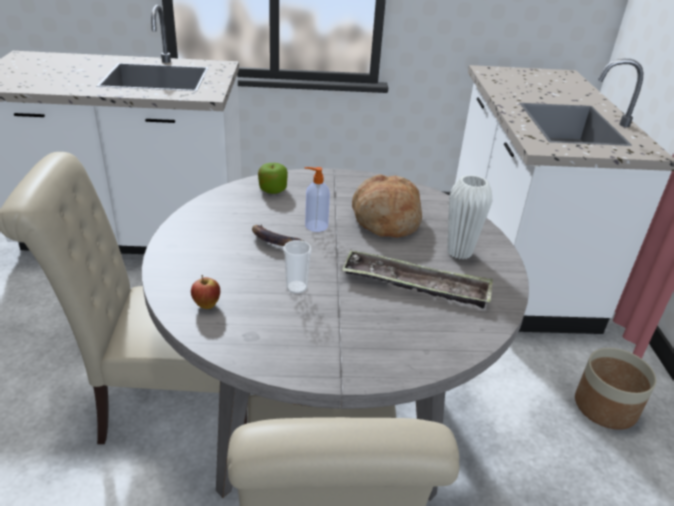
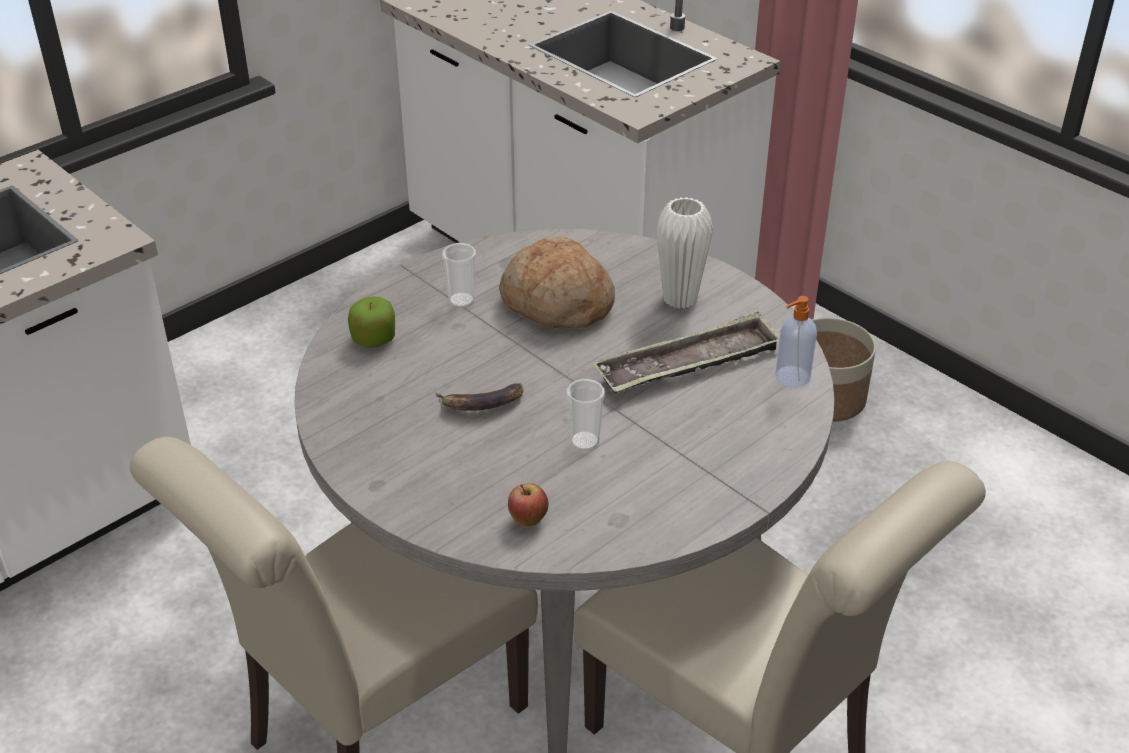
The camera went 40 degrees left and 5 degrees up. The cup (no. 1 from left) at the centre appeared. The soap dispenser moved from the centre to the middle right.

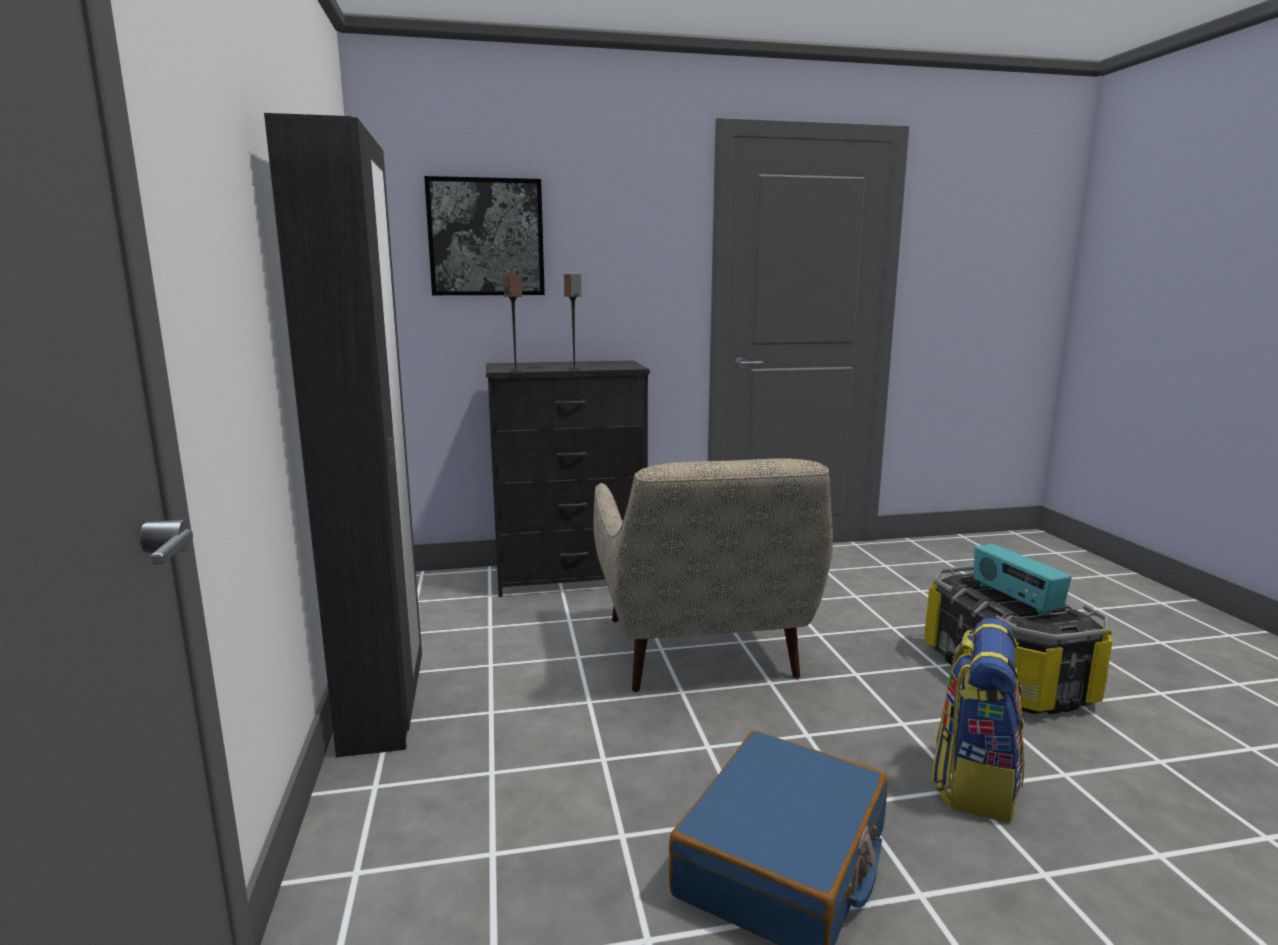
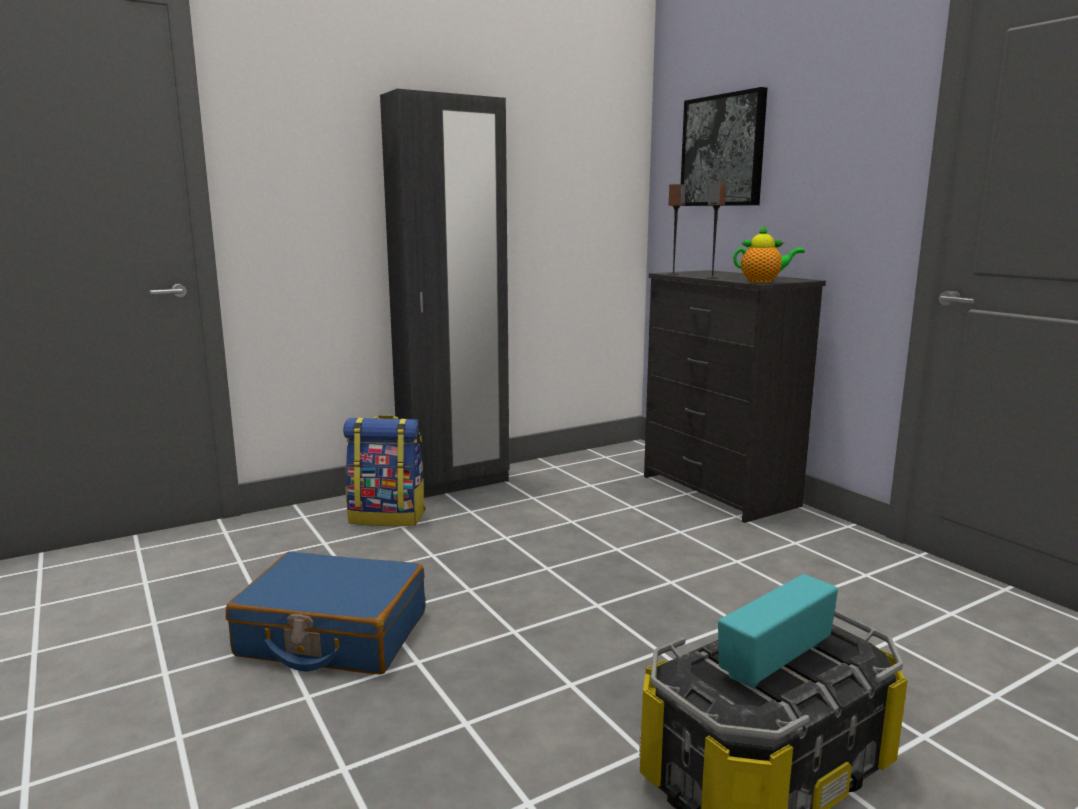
The camera went 70 degrees right and 0 degrees up. The backpack moved from the bottom right to the centre. The teapot at the top right appeared. The beige armchair at the centre disappeared.

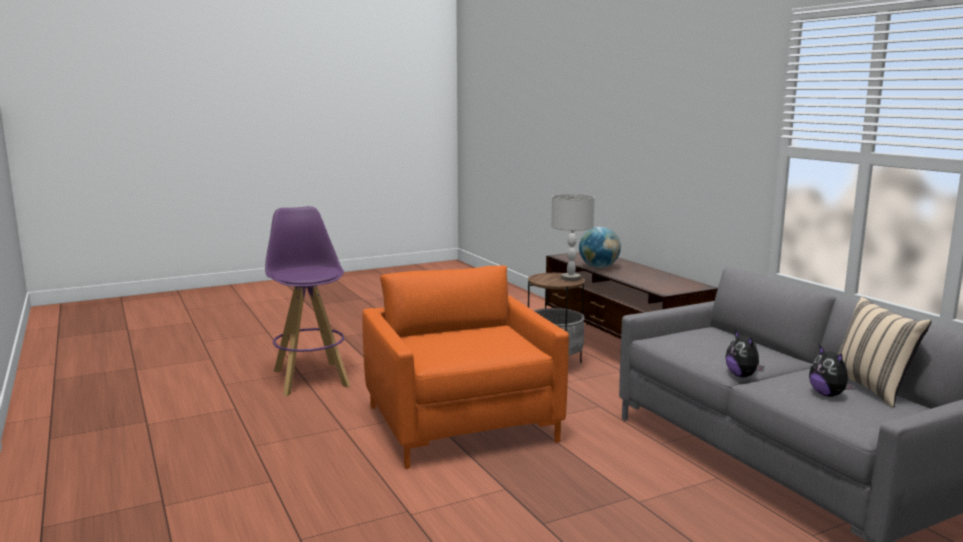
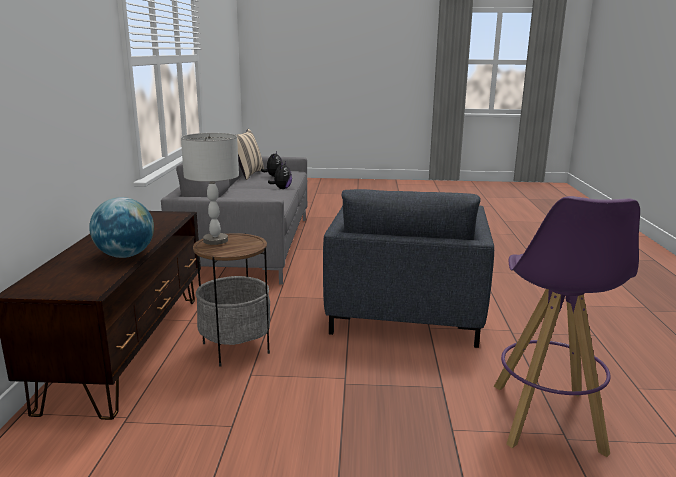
The camera went 150 degrees left and 5 degrees up. The orange armchair at the bottom centre became the grey armchair at the centre.

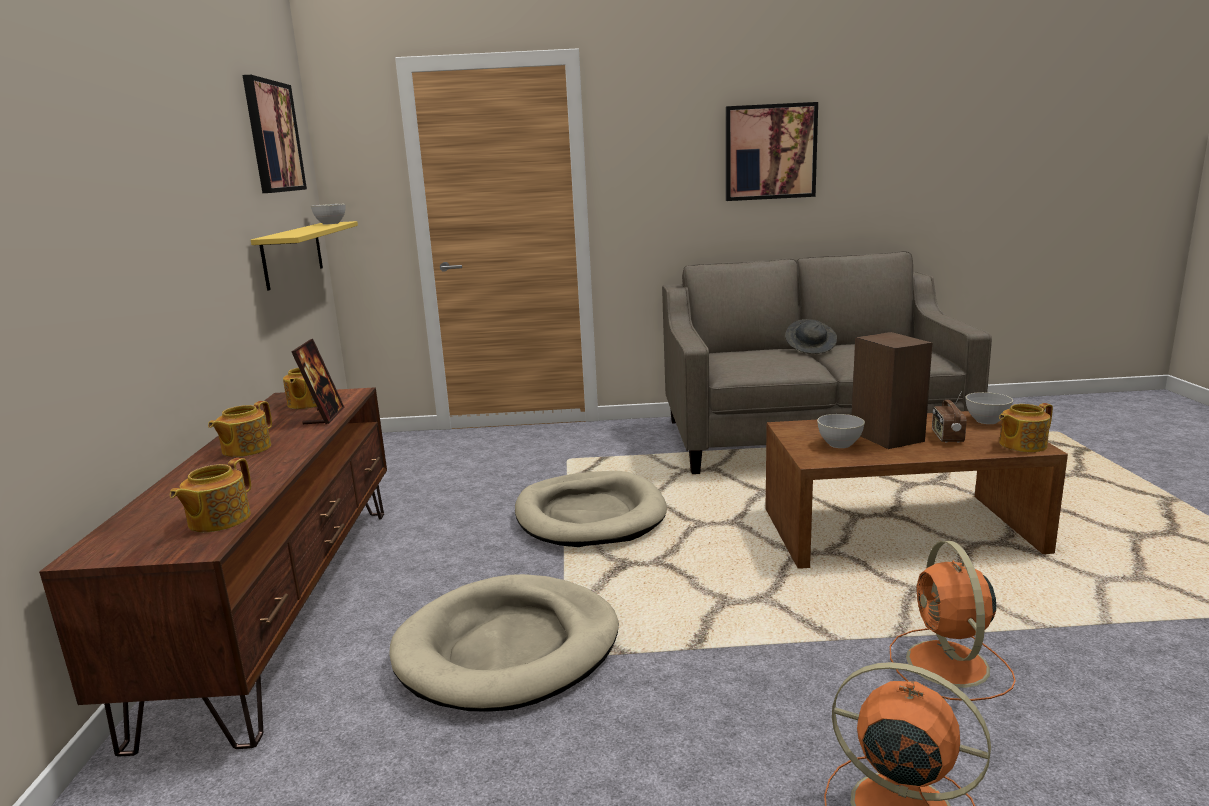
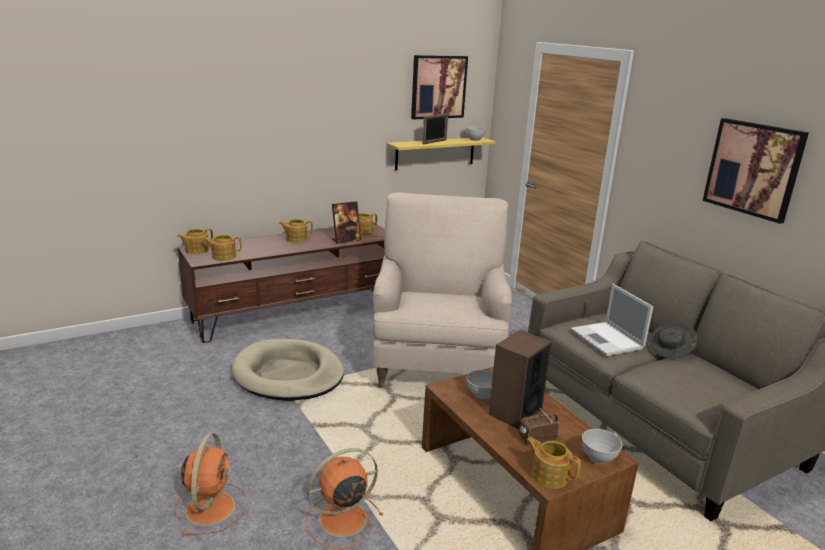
The camera went 60 degrees right and 5 degrees up. The teapot (no. 1 from left) at the middle left appeared. The beige dog bed (no. 2 from left) at the centre was replaced by the beige armchair at the centre. The picture frame (no. 2 from left) at the top centre appeared. The laptop at the middle right appeared.

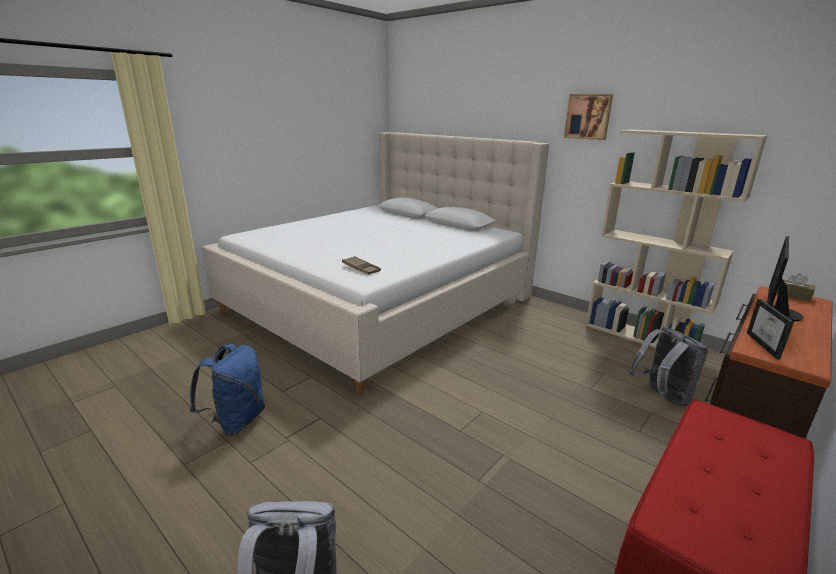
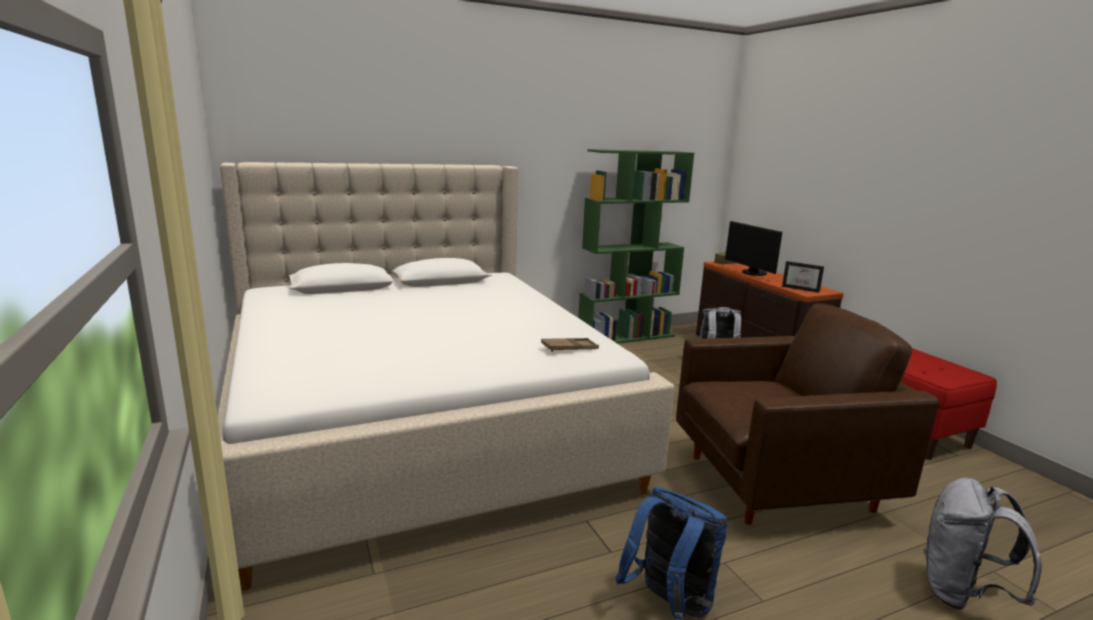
The camera went 65 degrees left and 5 degrees down. The beige bookcase at the middle right became the green bookcase at the centre. The brown armchair at the bottom right appeared. The picture at the top right disappeared.

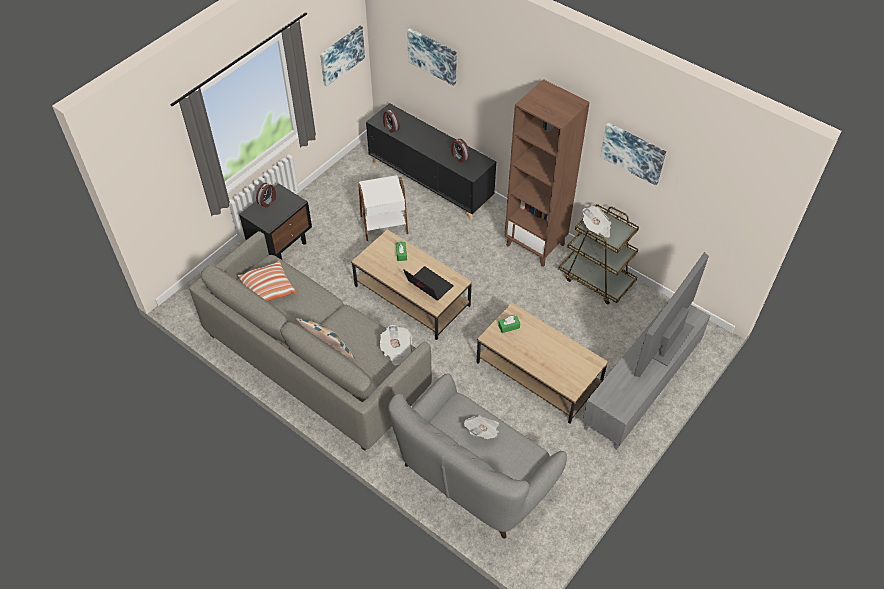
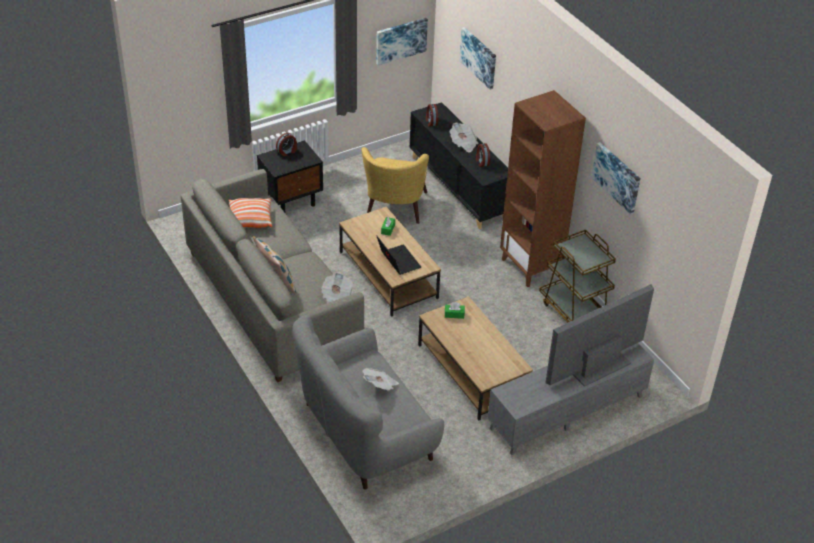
The camera went 20 degrees right and 10 degrees down. The white side table at the centre was replaced by the yellow armchair at the centre. The newspaper (no. 3 from left) moved from the middle right to the top centre.

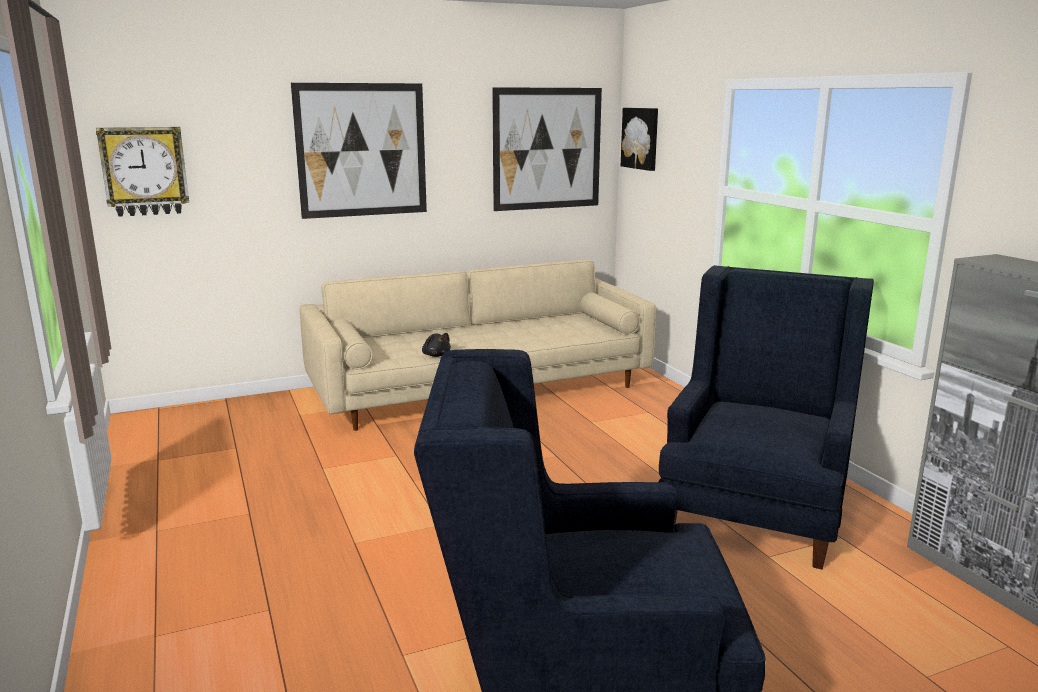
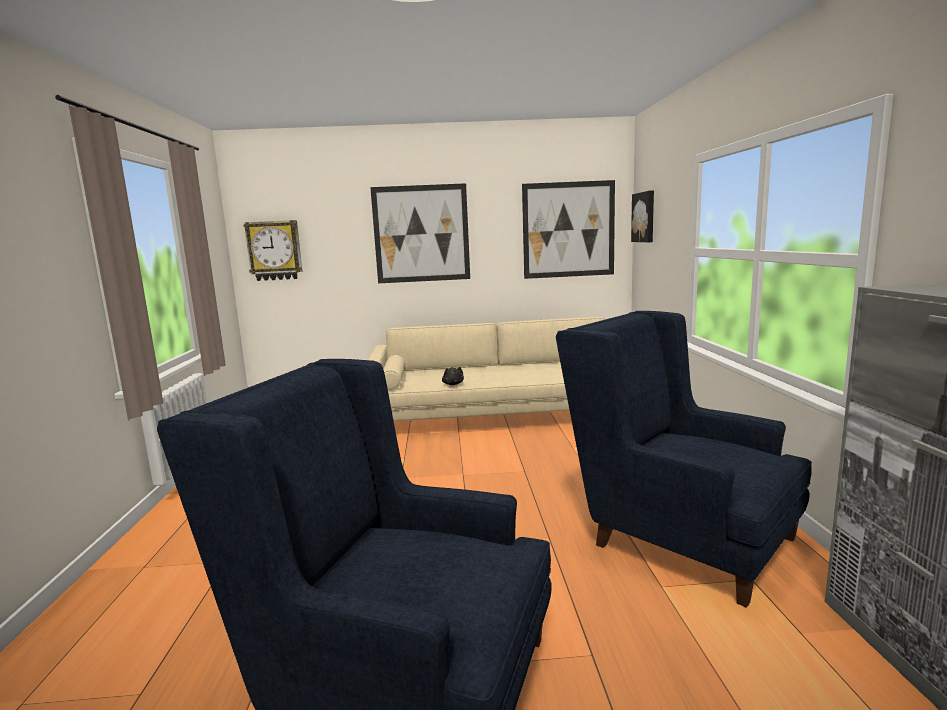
The camera went 20 degrees right and 5 degrees down. The blue armchair (no. 2 from left) at the middle right turned 90 degrees counterclockwise.

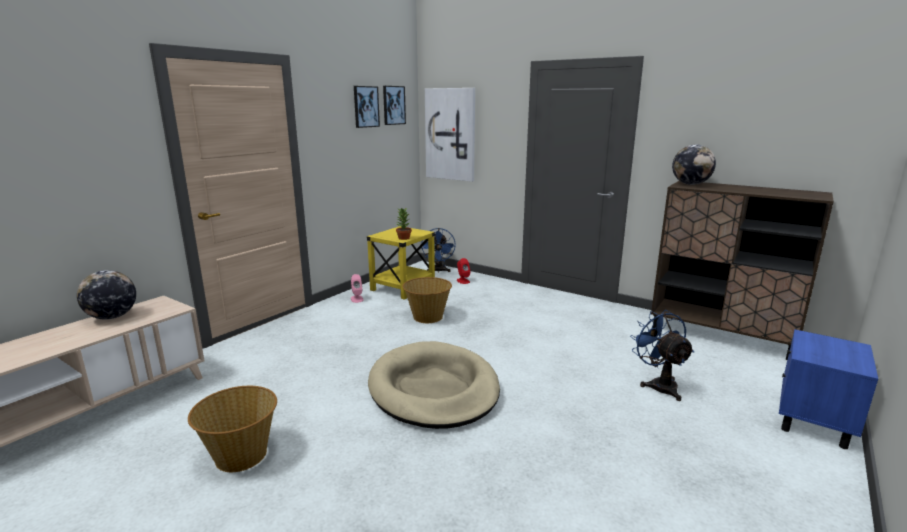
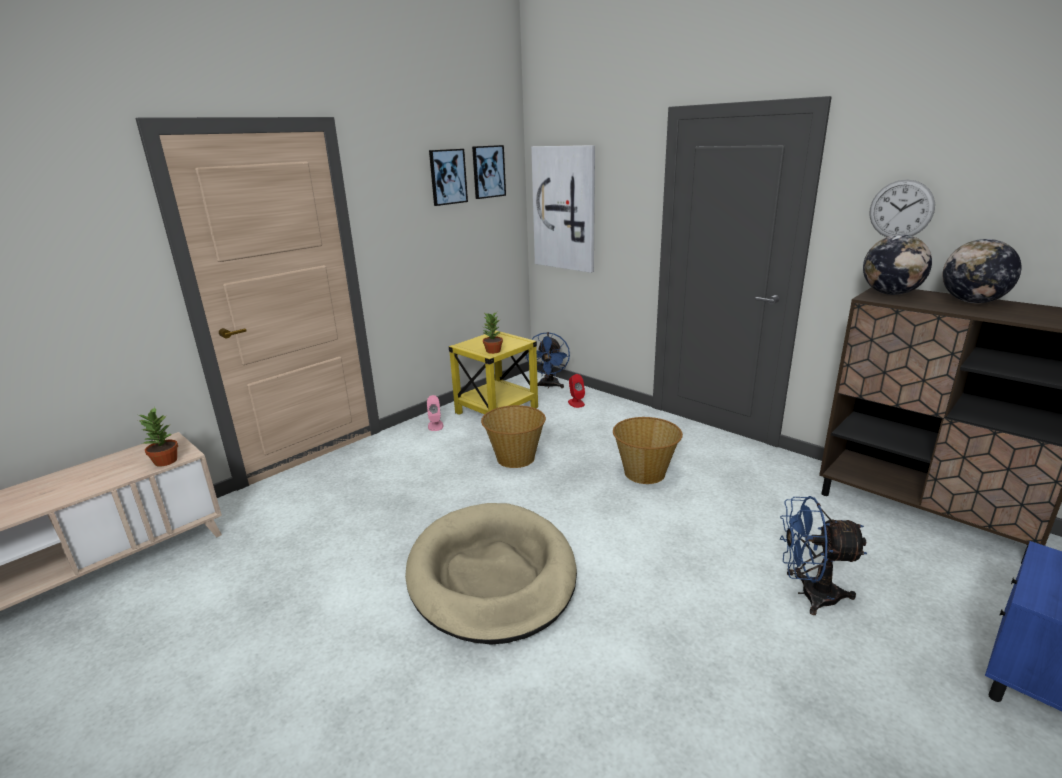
The camera went 10 degrees right and 5 degrees up. The potted plant (no. 1 from left) at the middle left appeared. The basket (no. 1 from left in the first image) moved from the bottom left to the centre. The blue fan (no. 2 from left) at the bottom right turned 75 degrees counterclockwise. The wall clock at the top right appeared. The globe (no. 1 from left in the first image) moved from the middle left to the middle right.

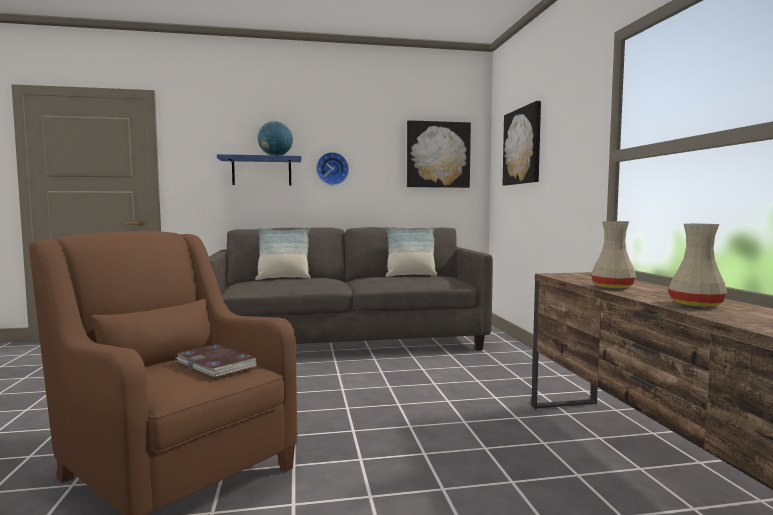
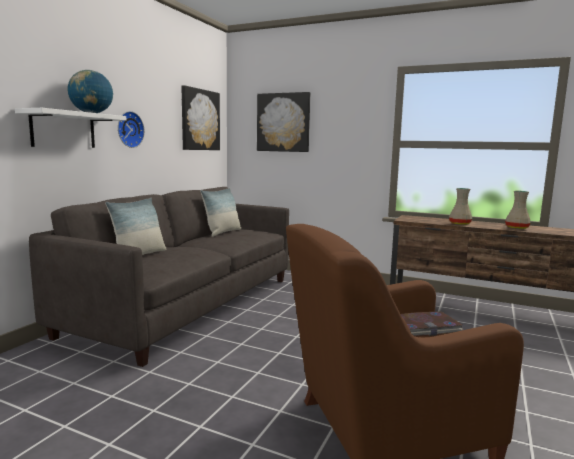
The camera went 55 degrees left and 5 degrees up. The blue shelf at the top centre became the white shelf at the top left.

